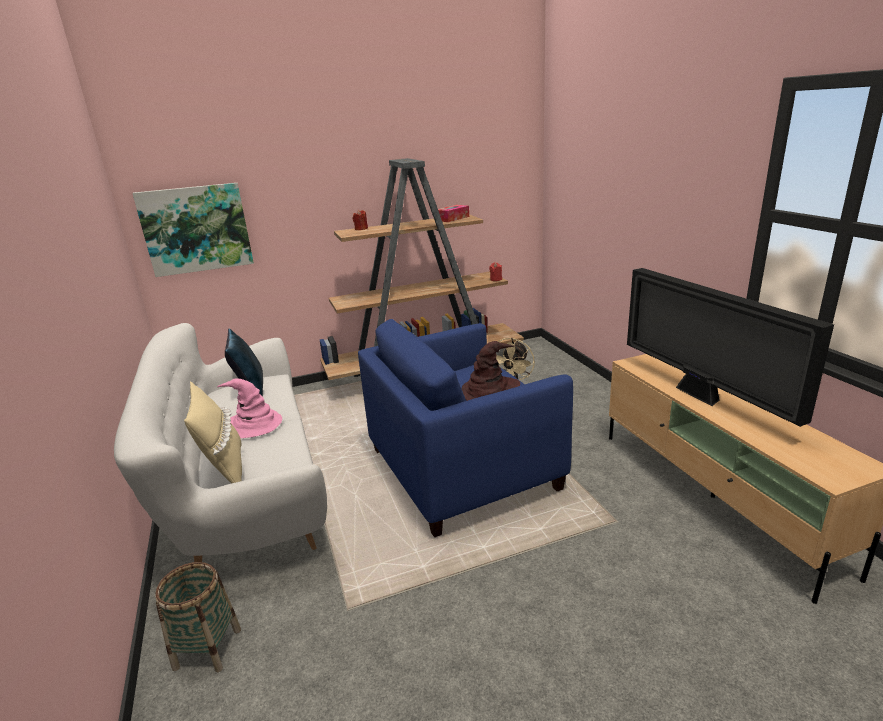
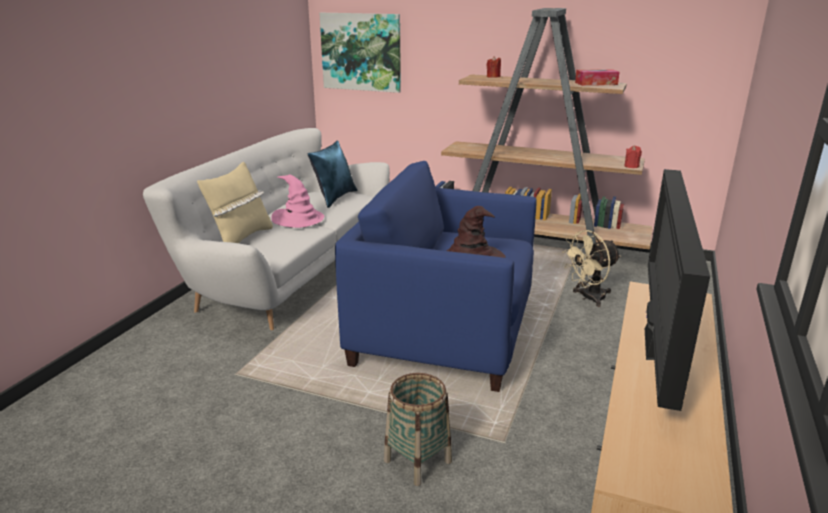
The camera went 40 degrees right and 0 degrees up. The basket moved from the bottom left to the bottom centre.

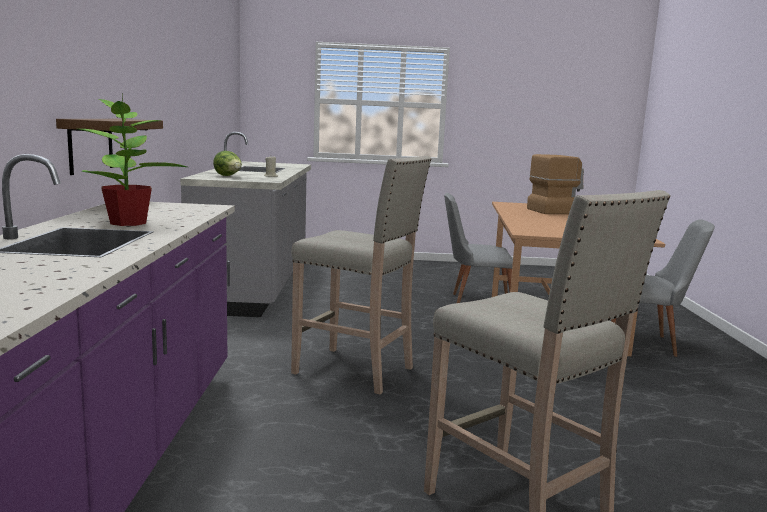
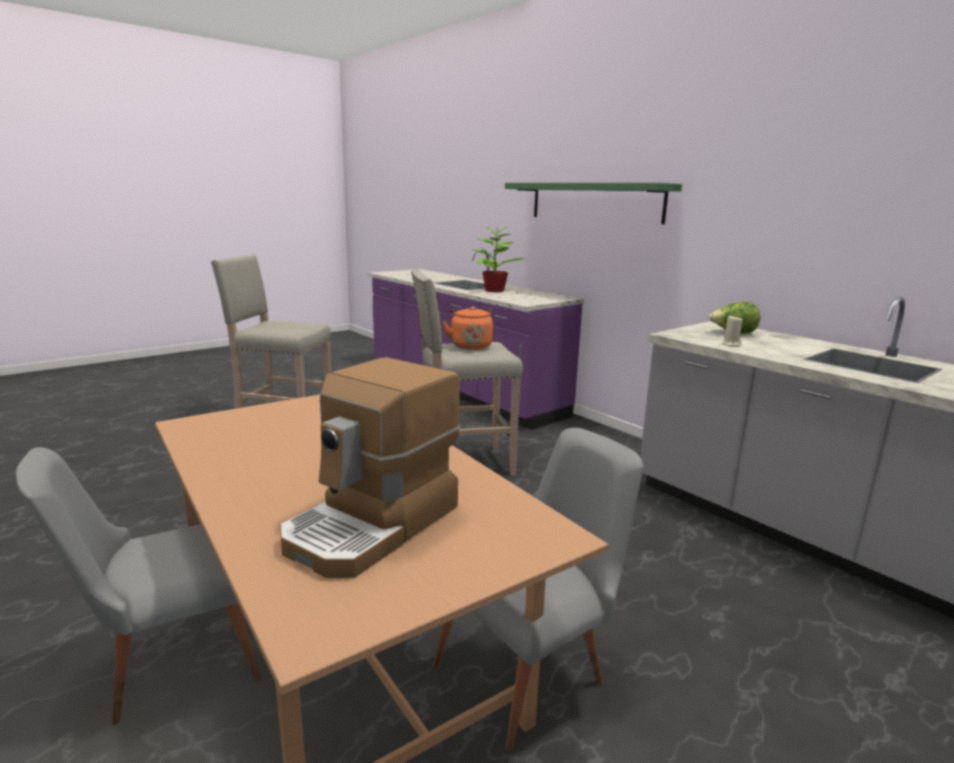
The camera went 140 degrees right and 5 degrees up. The orange kettle at the centre appeared. The green shelf at the top centre appeared. The brown shelf at the top left disappeared.

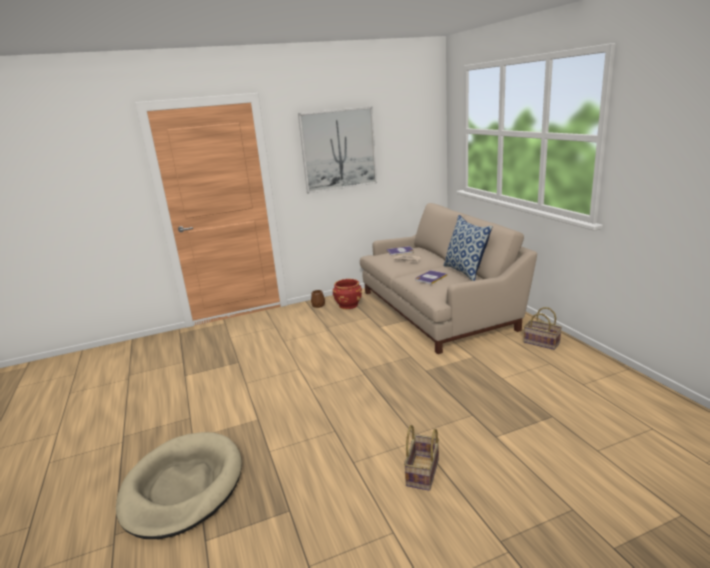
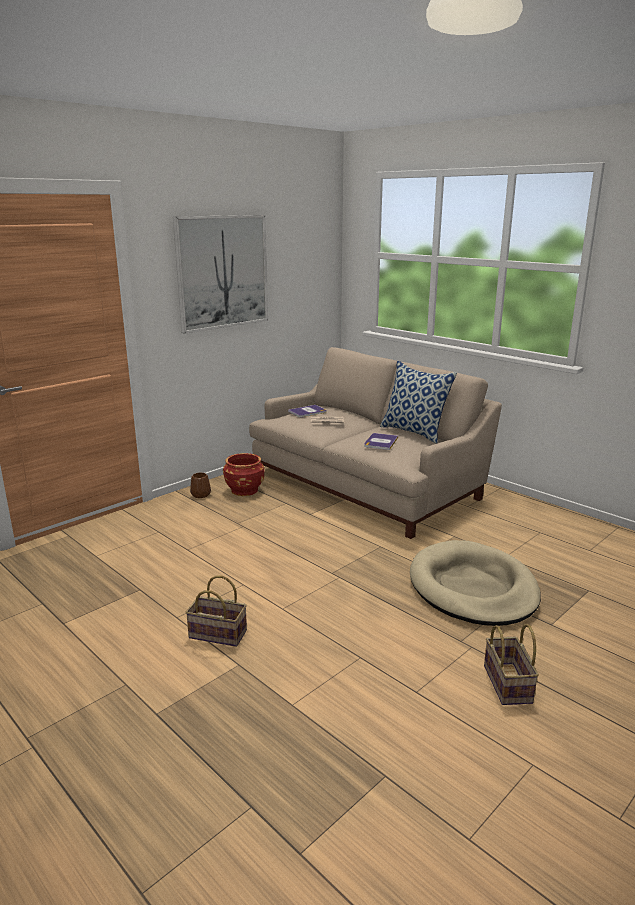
The camera went 25 degrees left and 0 degrees up. The basket (no. 2 from left in the first image) moved from the middle right to the bottom centre. The beige dog bed moved from the bottom left to the middle right.

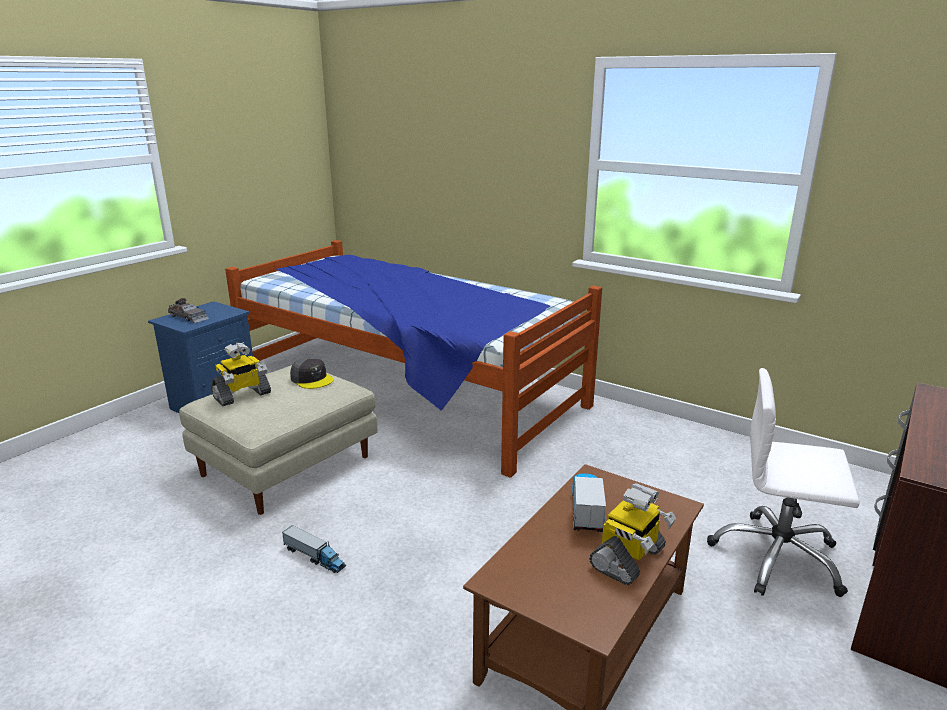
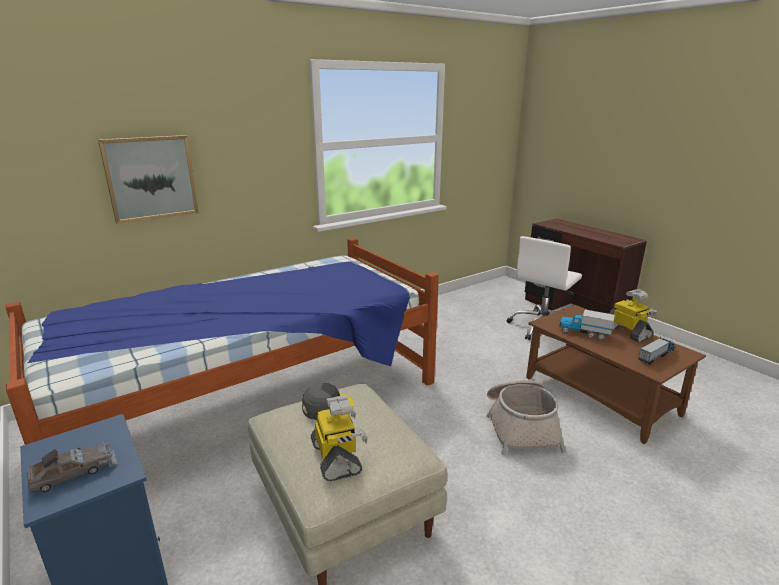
The camera went 70 degrees left and 0 degrees up. The picture at the top left appeared. The basket at the bottom right appeared. The toy truck (no. 1 from left in the first image) moved from the bottom left to the middle right.

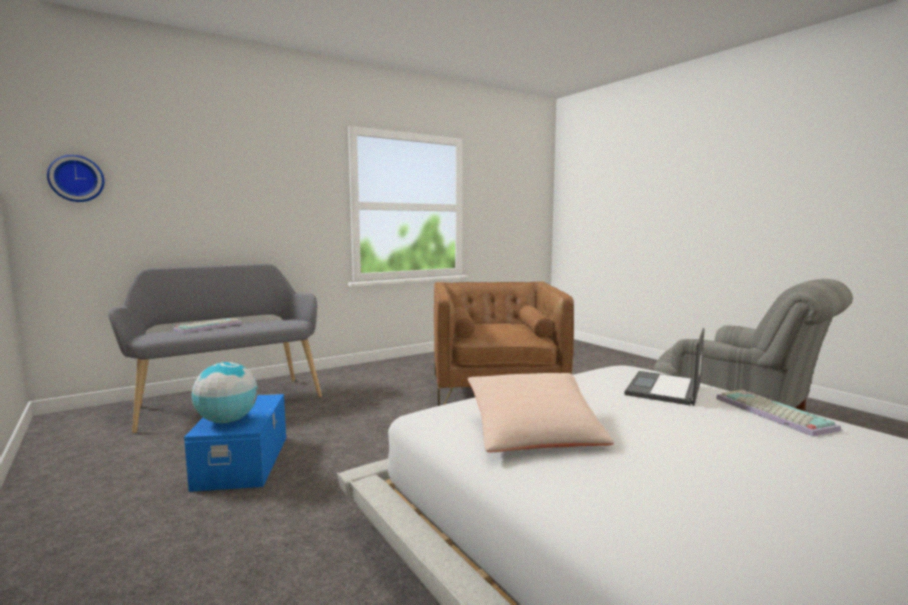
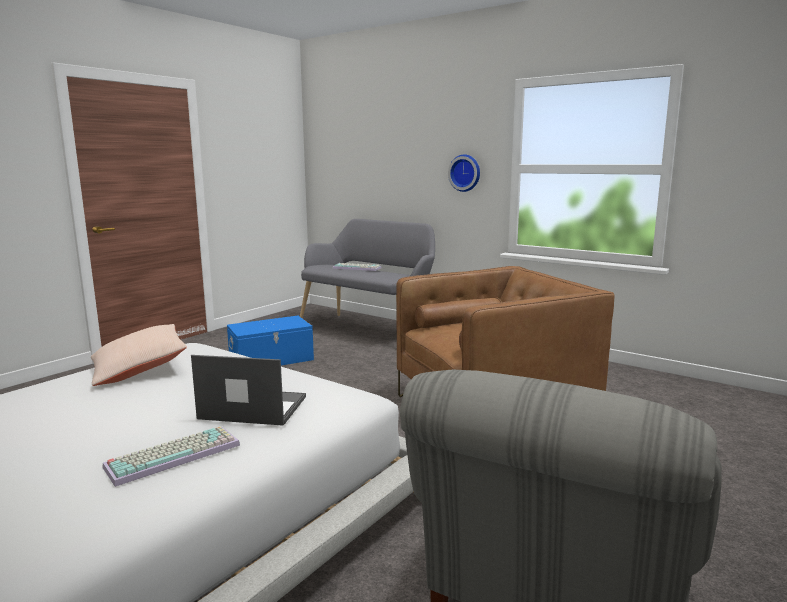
The camera went 70 degrees right and 5 degrees up. The wall clock moved from the top left to the top centre. The globe at the middle left disappeared.

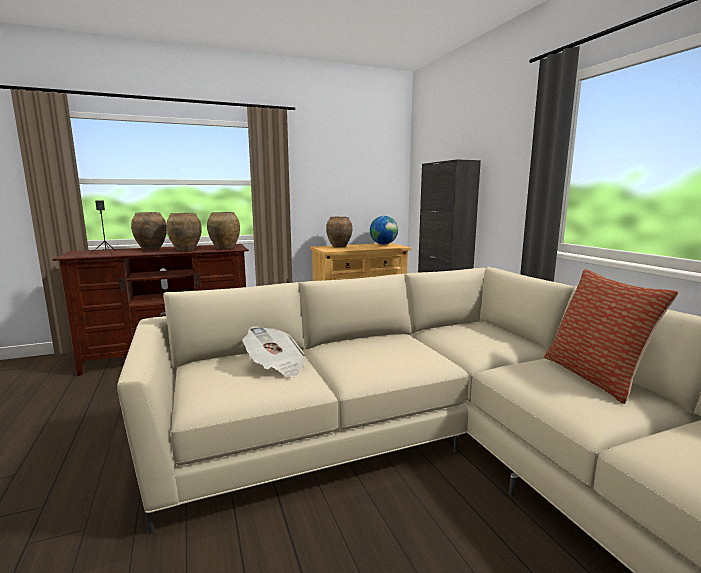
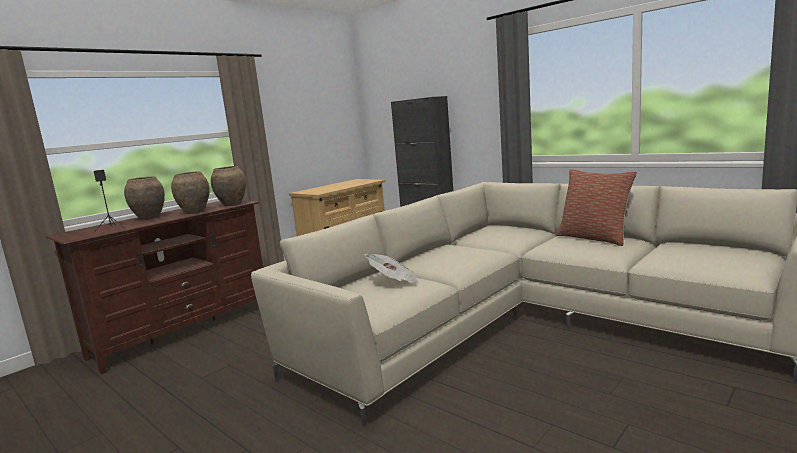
The camera went 25 degrees left and 0 degrees up. The brown vase (no. 4 from left) at the centre disappeared. The globe at the centre disappeared.

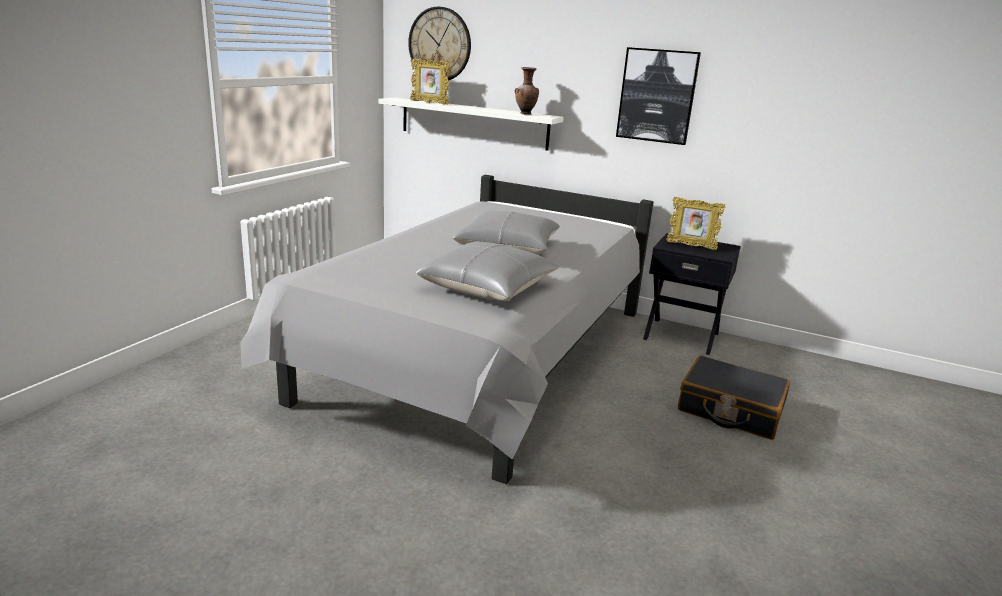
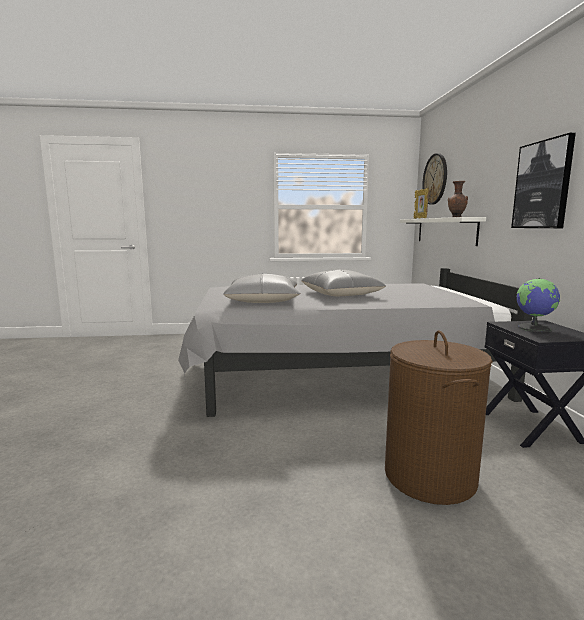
The camera went 60 degrees right and 10 degrees down. The black suitcase at the middle right was replaced by the brown laundry basket at the bottom right. The picture frame (no. 2 from left) at the middle right was replaced by the globe at the middle right.

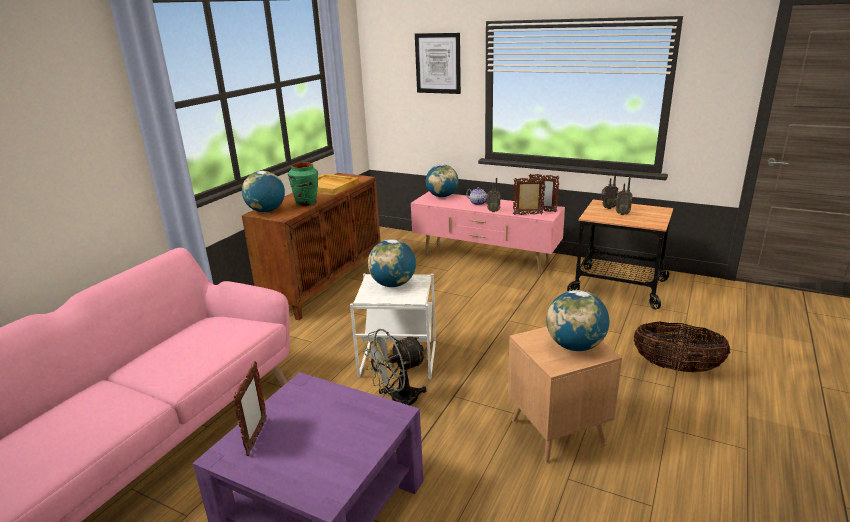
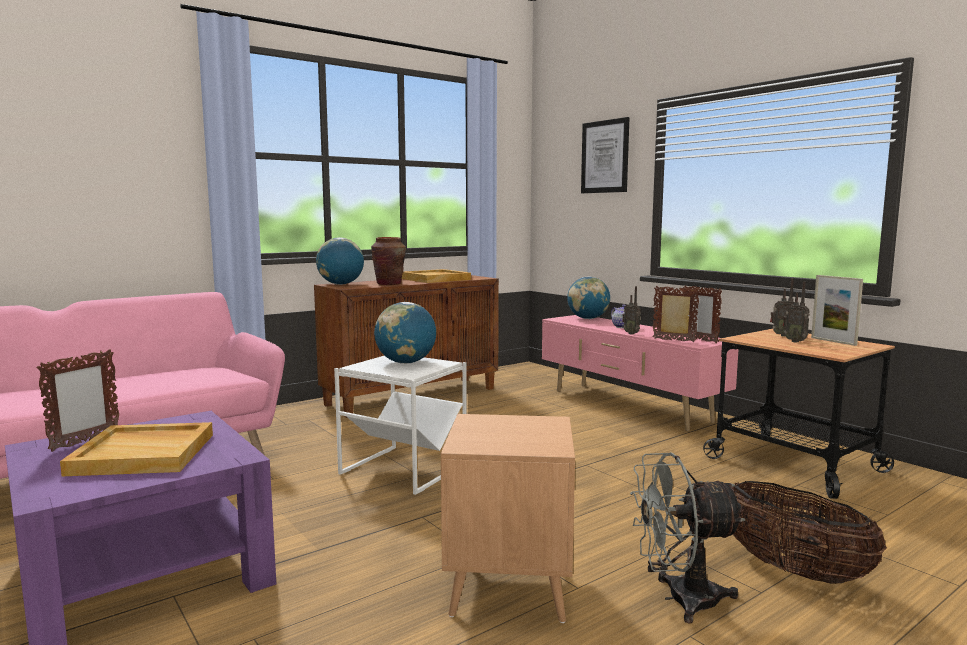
The camera went 25 degrees right and 15 degrees down. The beige tray (no. 1 from left) at the bottom left appeared. The green vase at the centre became the brown vase at the centre. The grey fan moved from the bottom centre to the bottom right. The picture frame (no. 4 from left) at the middle right appeared. The globe (no. 4 from left) at the middle right disappeared.

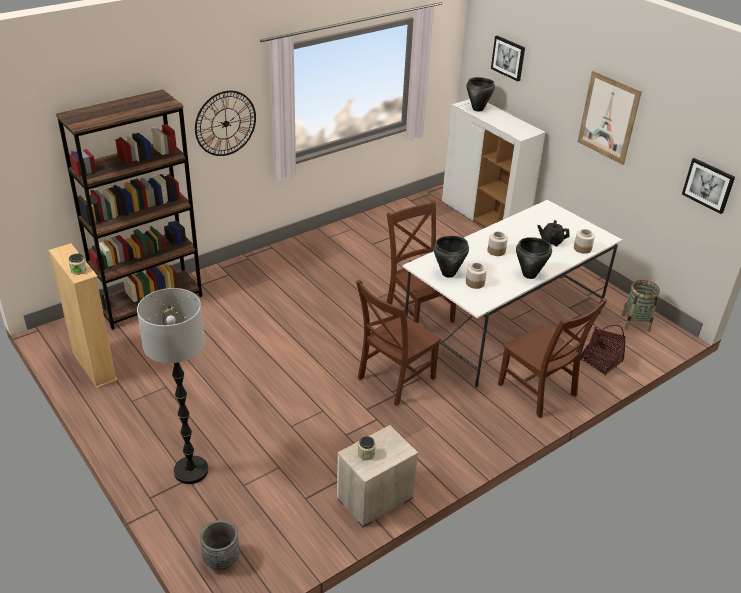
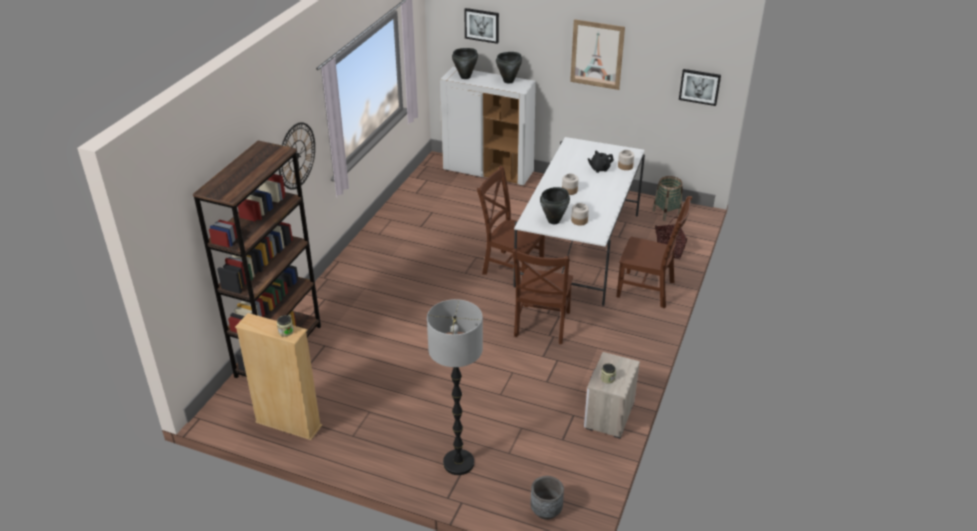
The camera went 30 degrees left and 0 degrees up. The black cooking pot (no. 3 from left in the first image) moved from the middle right to the top centre.

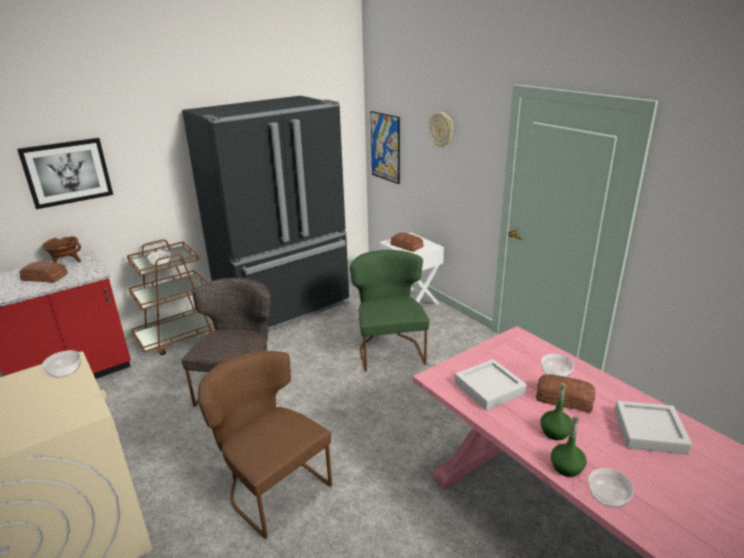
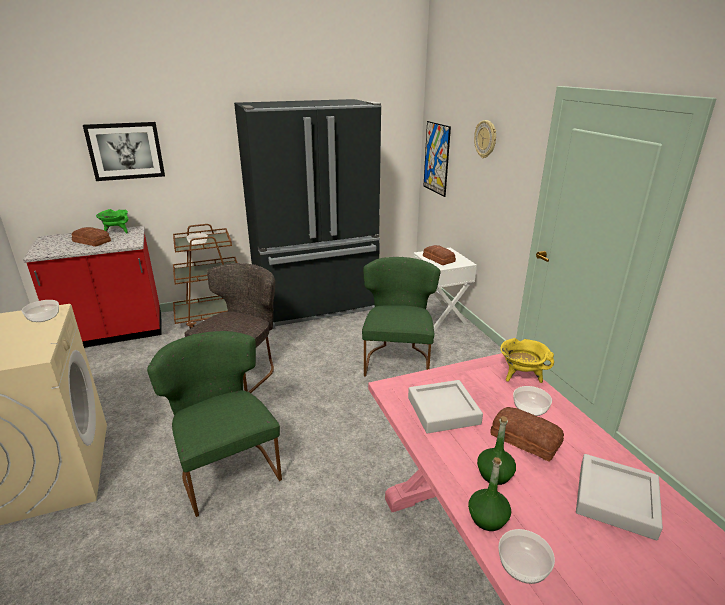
The camera went 15 degrees right and 0 degrees up. The brown cooking pot at the middle left became the green cooking pot at the middle left. The brown chair at the bottom centre became the green chair (no. 1 from left) at the bottom left. The yellow cooking pot at the middle right appeared.

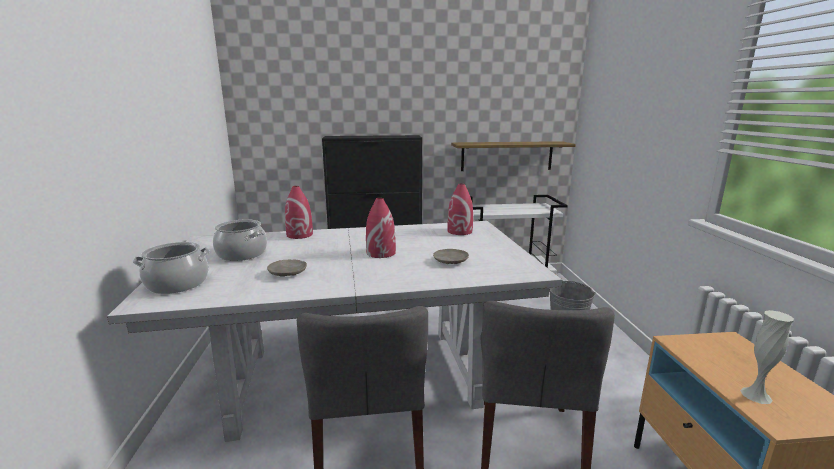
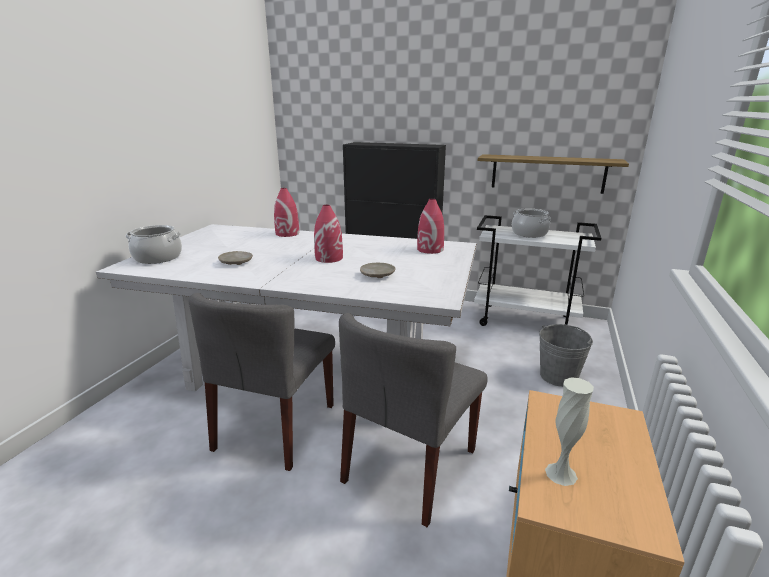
The camera went 25 degrees right and 5 degrees up. The cooking pot (no. 2 from left) moved from the middle left to the middle right.

